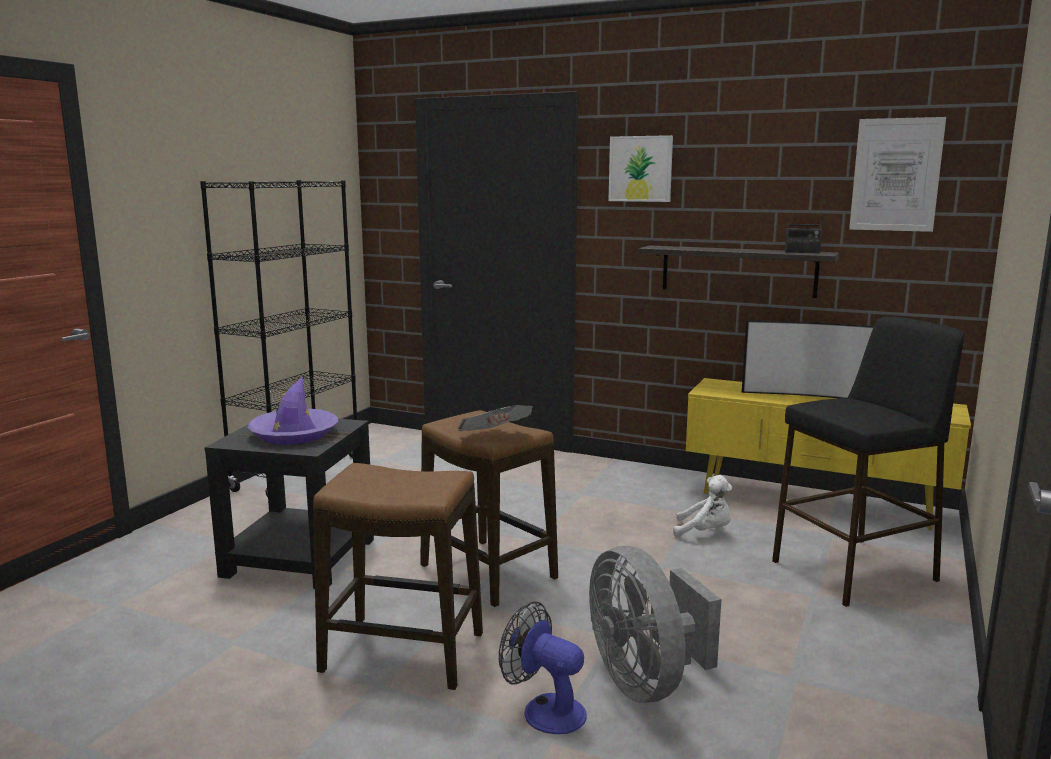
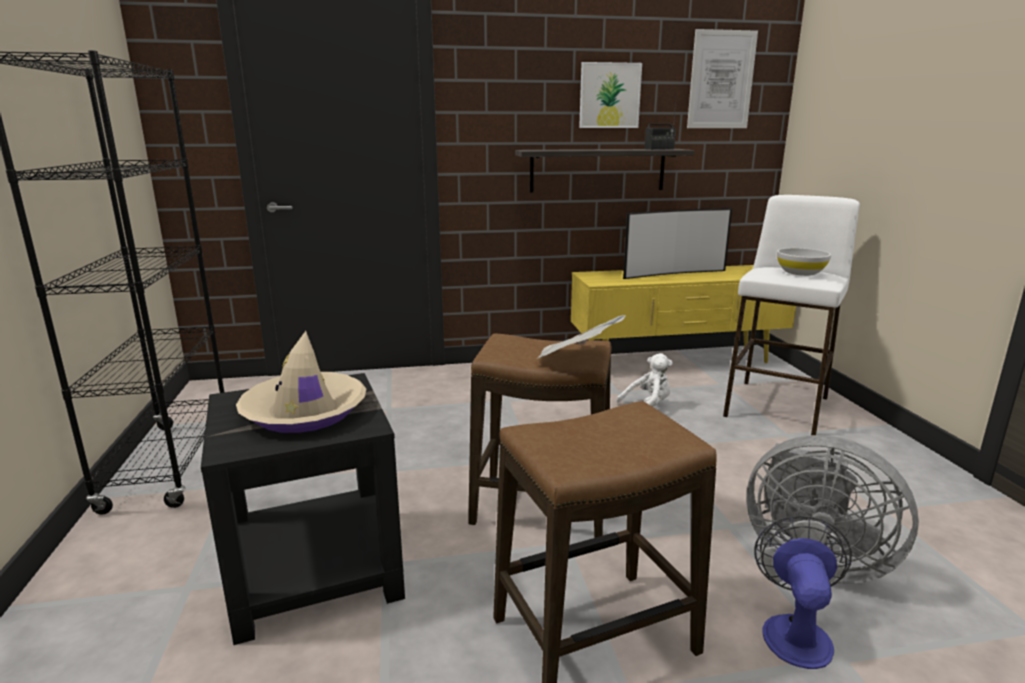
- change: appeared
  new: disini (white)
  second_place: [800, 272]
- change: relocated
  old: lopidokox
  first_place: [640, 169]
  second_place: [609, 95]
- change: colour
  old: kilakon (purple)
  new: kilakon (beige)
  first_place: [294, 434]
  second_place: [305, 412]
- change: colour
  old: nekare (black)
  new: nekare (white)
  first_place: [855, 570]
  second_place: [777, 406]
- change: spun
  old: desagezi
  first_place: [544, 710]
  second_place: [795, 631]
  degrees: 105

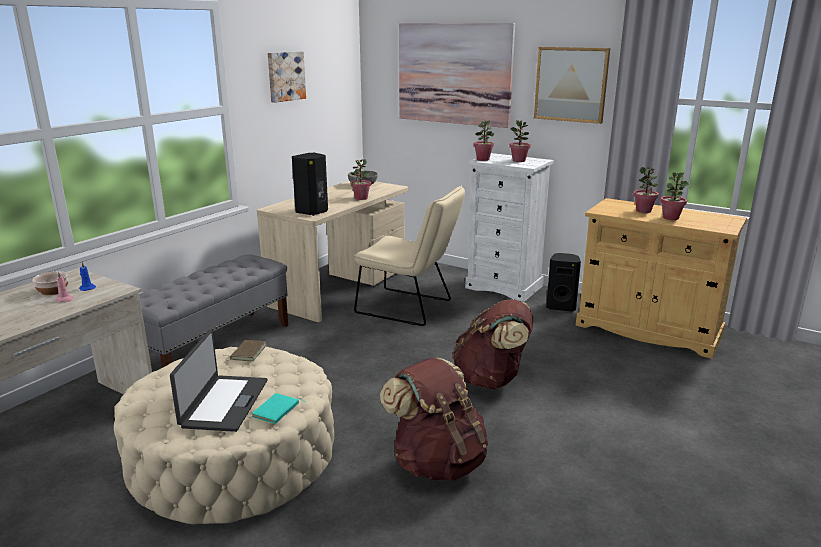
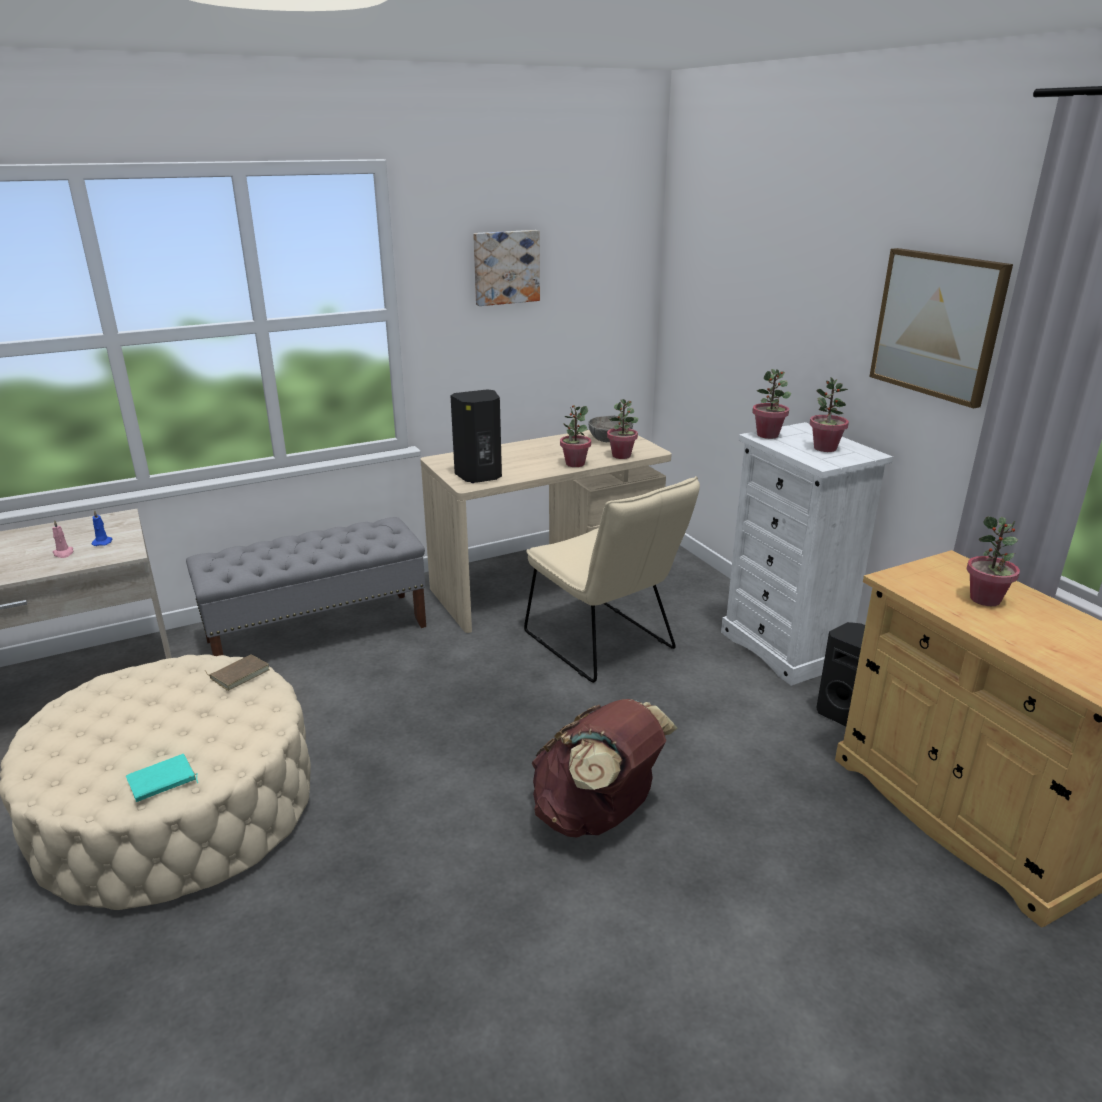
- change: missing
  old: disini
  first_place: [53, 291]
- change: missing
  old: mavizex
  first_place: [223, 403]
- change: missing
  old: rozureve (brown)
  first_place: [437, 462]
- change: missing
  old: lopidokox
  first_place: [454, 74]
- change: relocated
  old: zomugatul
  first_place: [671, 218]
  second_place: [621, 455]

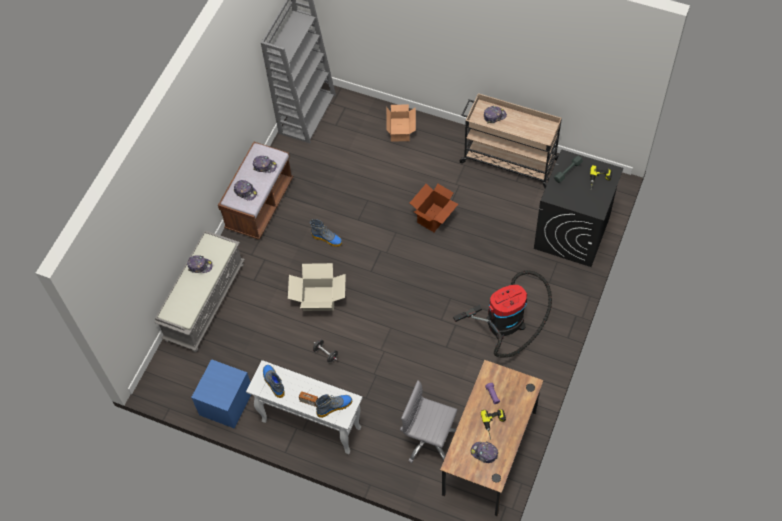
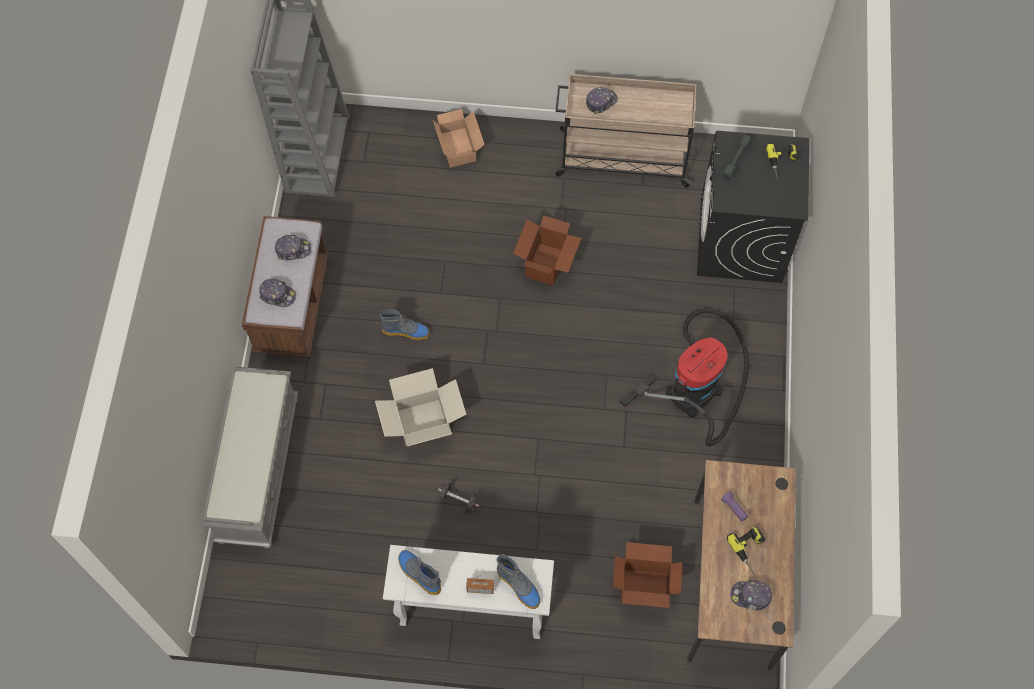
- change: missing
  old: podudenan
  first_place: [200, 266]
- change: missing
  old: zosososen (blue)
  first_place: [226, 403]
- change: exchanged
  old: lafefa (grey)
  new: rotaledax
  first_place: [429, 439]
  second_place: [643, 586]
- change: spun
  old: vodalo
  first_place: [334, 407]
  second_place: [519, 586]
  degrees: 90

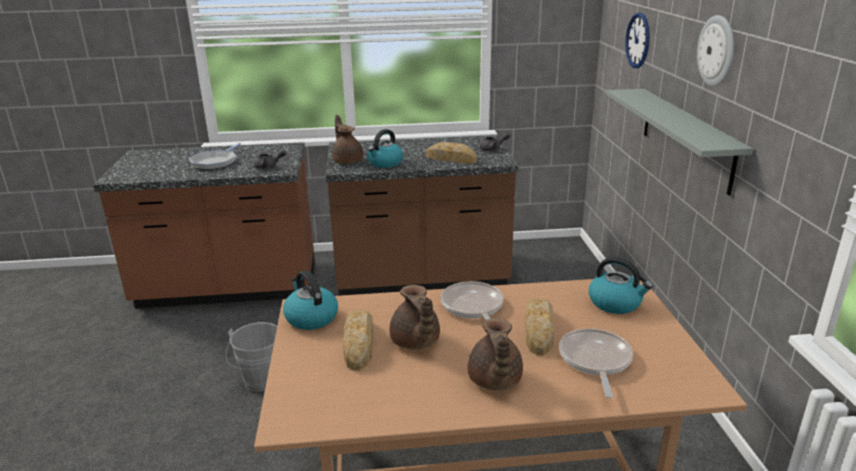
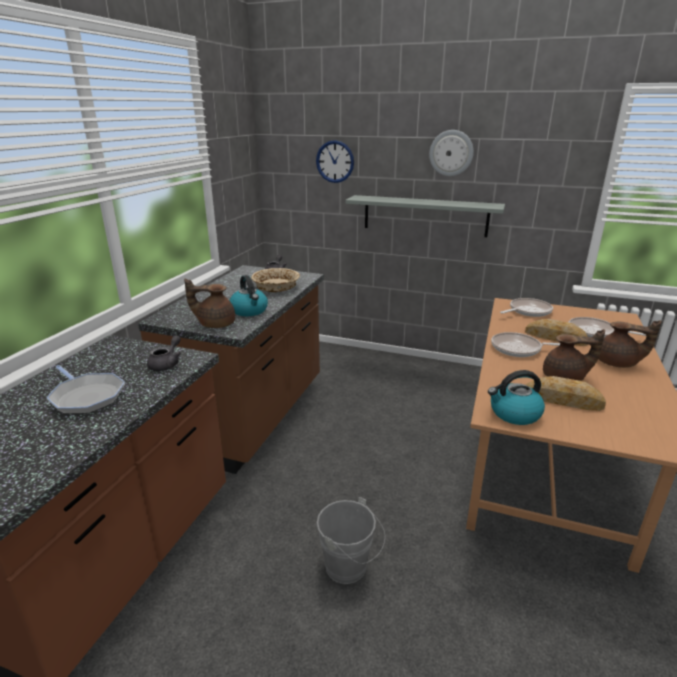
- change: exchanged
  old: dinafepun
  new: disini (beige)
  first_place: [450, 158]
  second_place: [276, 288]
- change: exchanged
  old: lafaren
  new: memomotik
  first_place: [615, 303]
  second_place: [528, 311]

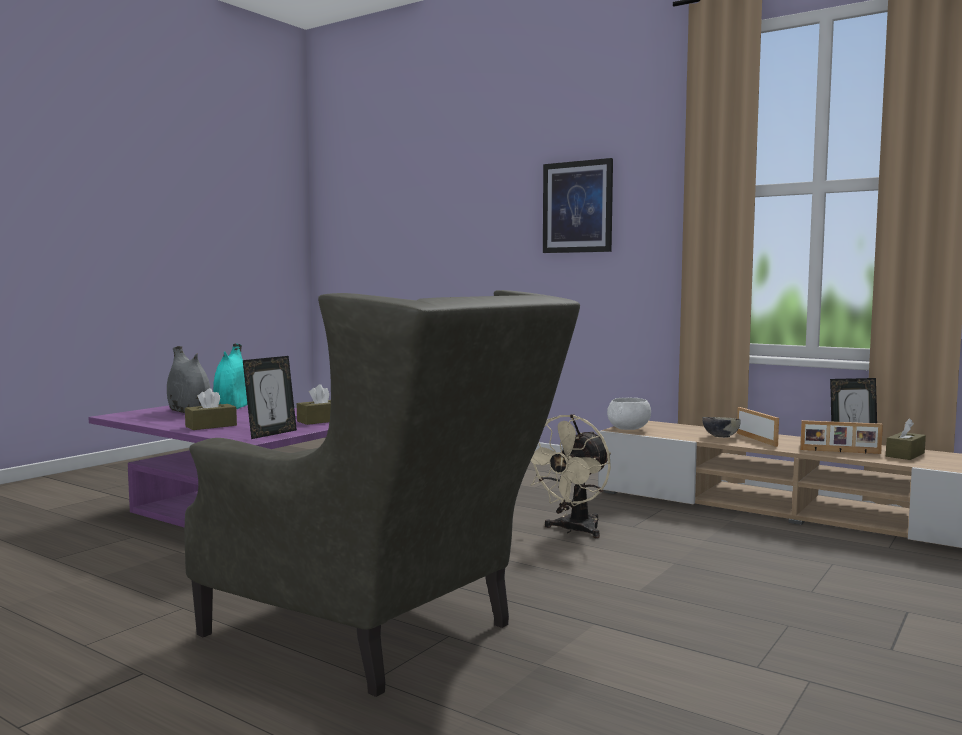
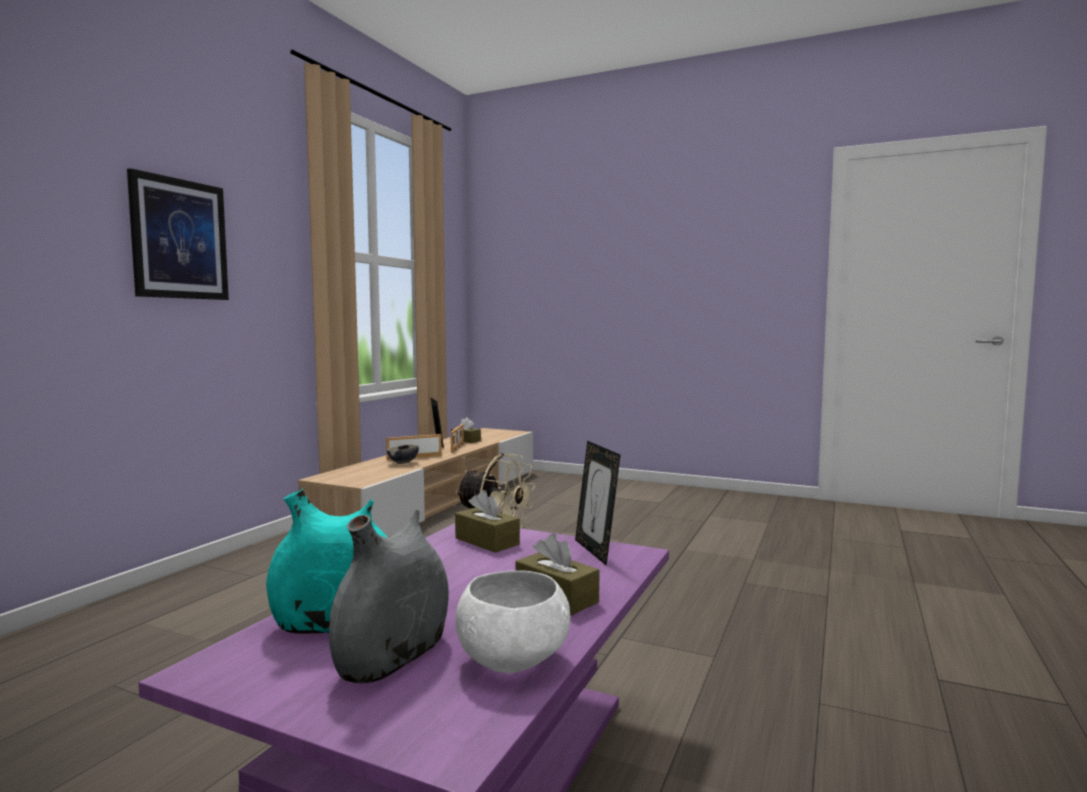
- change: missing
  old: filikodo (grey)
  first_place: [384, 632]
- change: relocated
  old: disini (white)
  first_place: [628, 429]
  second_place: [514, 660]
- change: spun
  old: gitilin
  first_place: [271, 434]
  second_place: [595, 551]
  degrees: -135

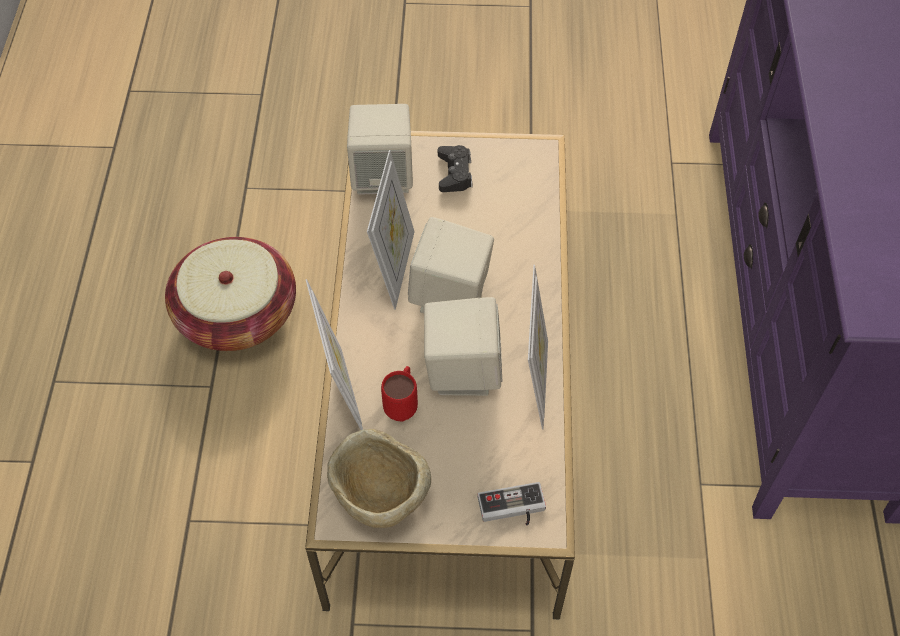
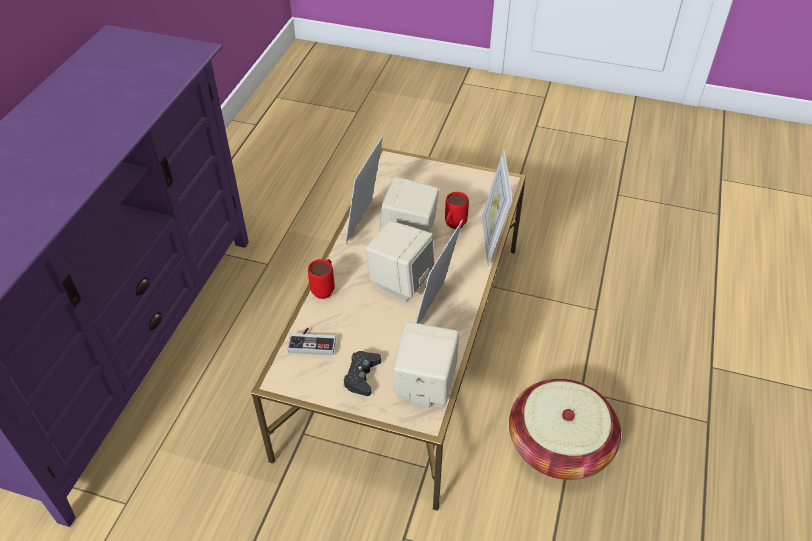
- change: missing
  old: disini (beige)
  first_place: [380, 498]
- change: appeared
  new: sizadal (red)
  second_place: [325, 289]
- change: relocated
  old: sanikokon
  first_place: [512, 510]
  second_place: [313, 342]

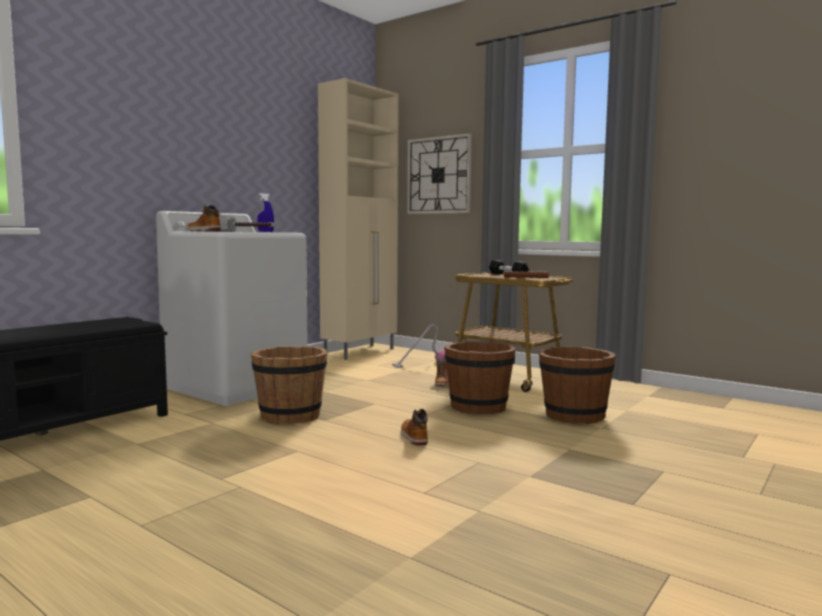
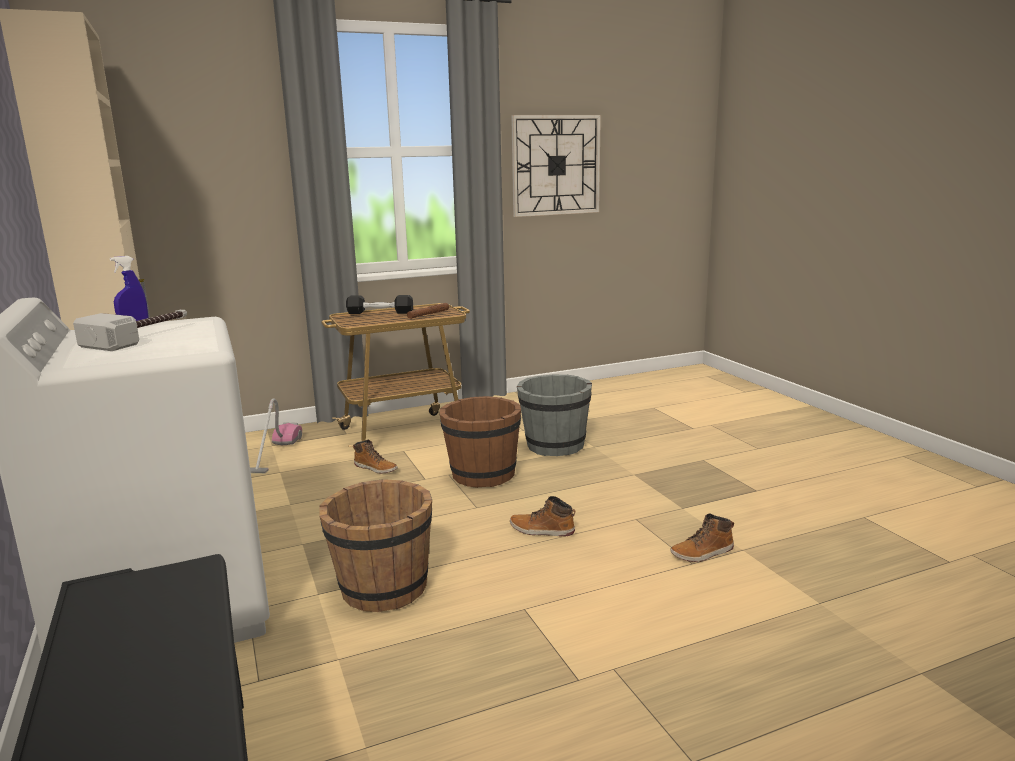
- change: relocated
  old: vodalo
  first_place: [203, 231]
  second_place: [702, 553]
- change: relocated
  old: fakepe
  first_place: [439, 175]
  second_place: [556, 165]
- change: colour
  old: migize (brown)
  new: migize (grey)
  first_place: [573, 416]
  second_place: [554, 446]

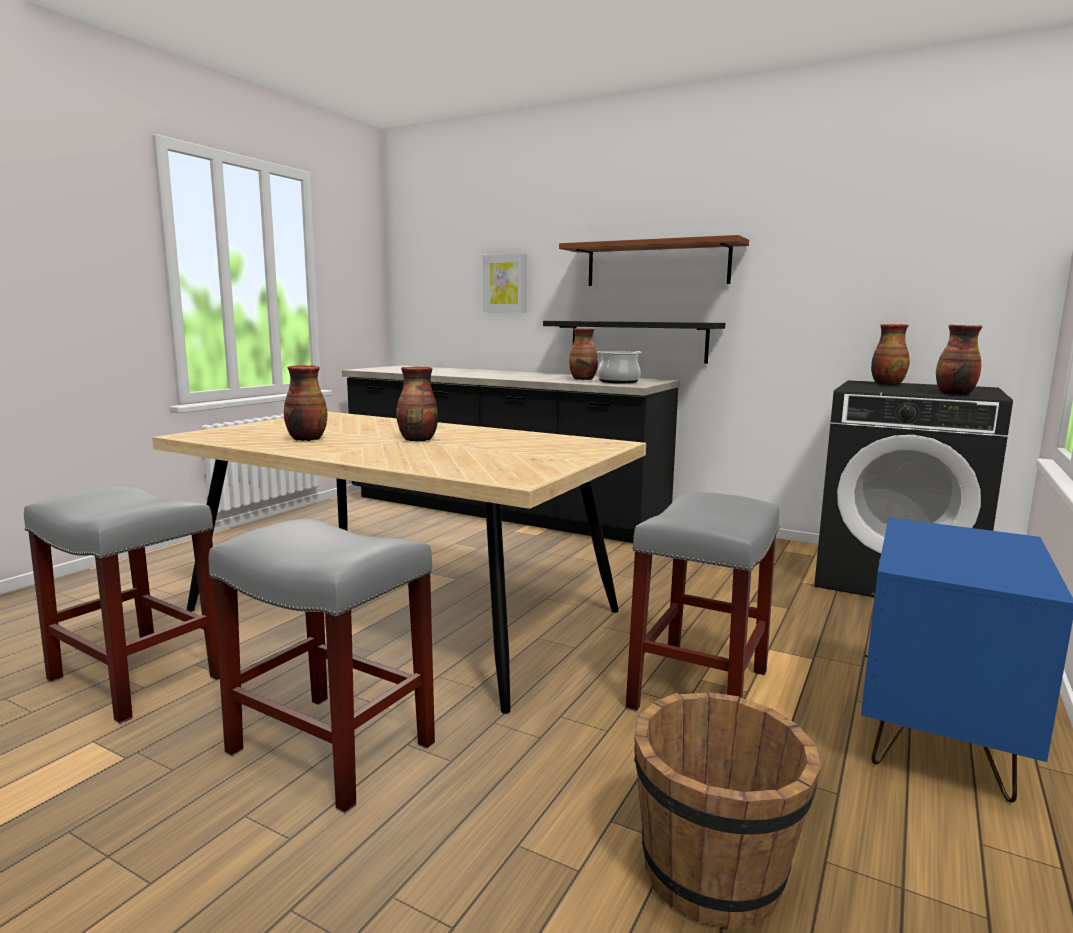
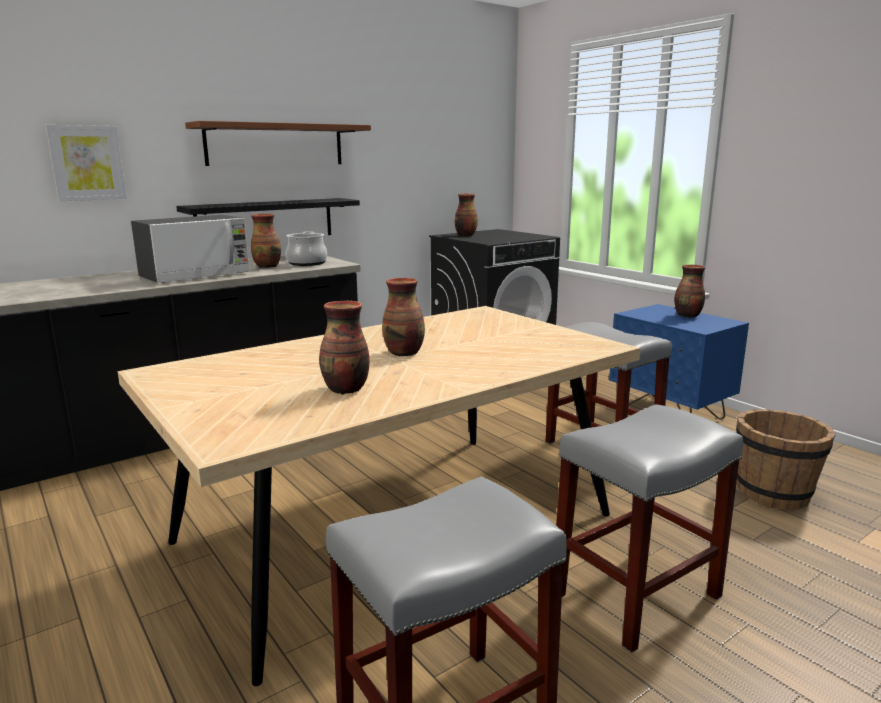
- change: appeared
  new: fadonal
  second_place: [196, 275]
- change: relocated
  old: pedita
  first_place: [954, 394]
  second_place: [687, 316]

